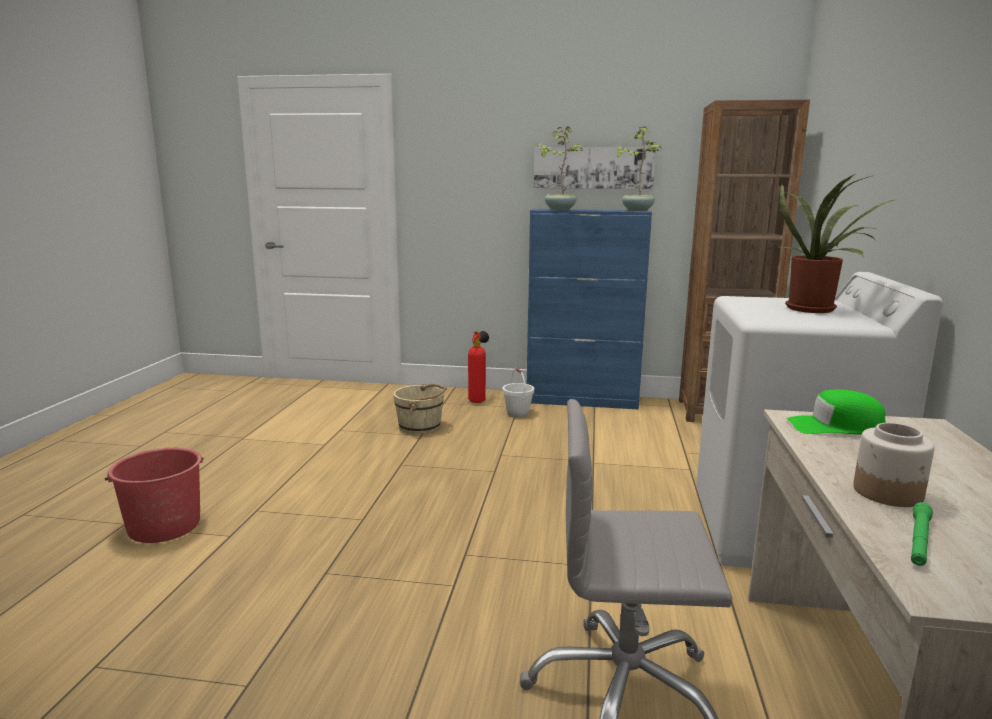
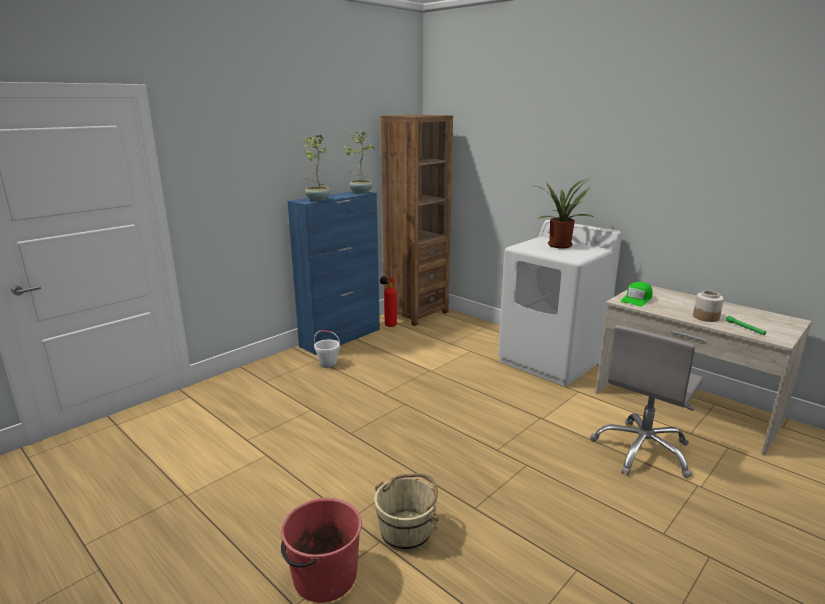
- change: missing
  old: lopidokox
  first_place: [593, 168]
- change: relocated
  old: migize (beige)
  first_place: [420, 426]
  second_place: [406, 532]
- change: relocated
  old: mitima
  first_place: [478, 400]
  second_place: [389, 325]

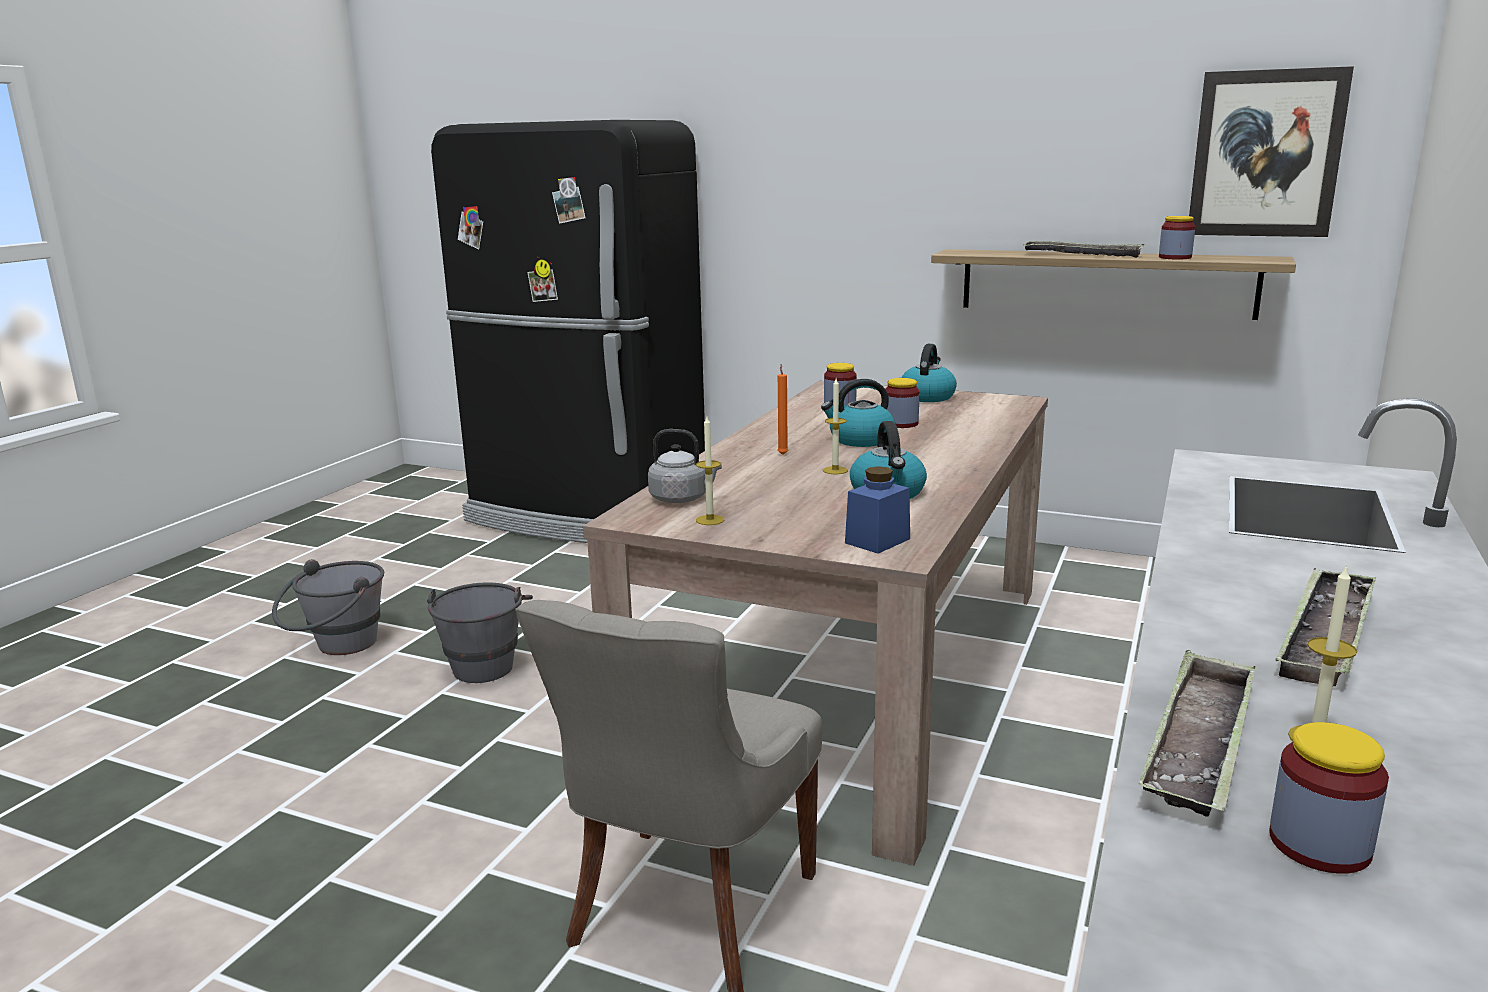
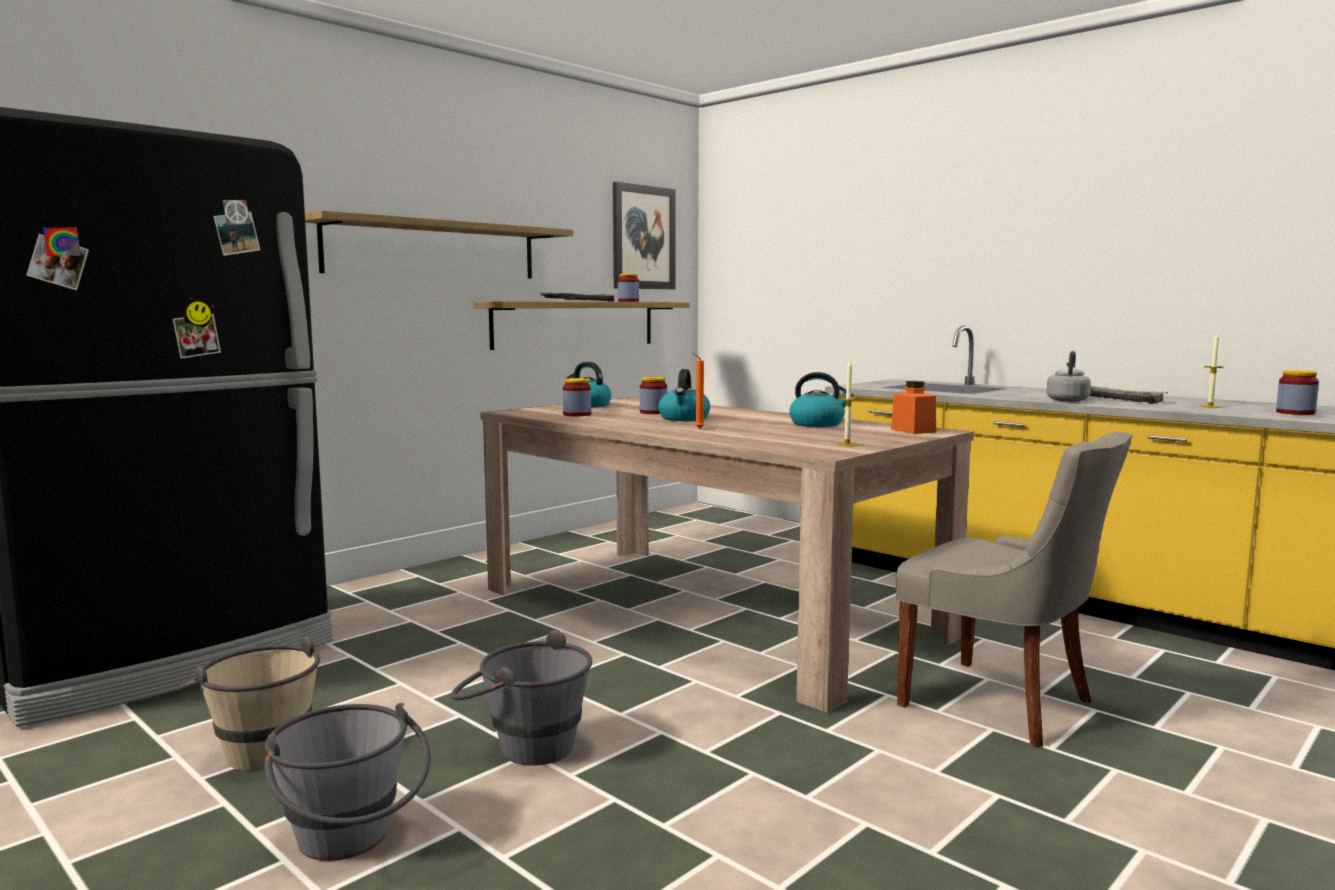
- change: missing
  old: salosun
  first_place: [835, 470]
- change: missing
  old: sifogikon
  first_place: [1200, 743]
- change: appeared
  new: migize (beige)
  second_place: [257, 747]
- change: appeared
  new: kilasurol
  second_place: [434, 250]
- change: relocated
  old: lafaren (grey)
  first_place: [682, 499]
  second_place: [1067, 400]
- change: colour
  old: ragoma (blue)
  new: ragoma (orange)
  first_place: [877, 541]
  second_place: [913, 431]

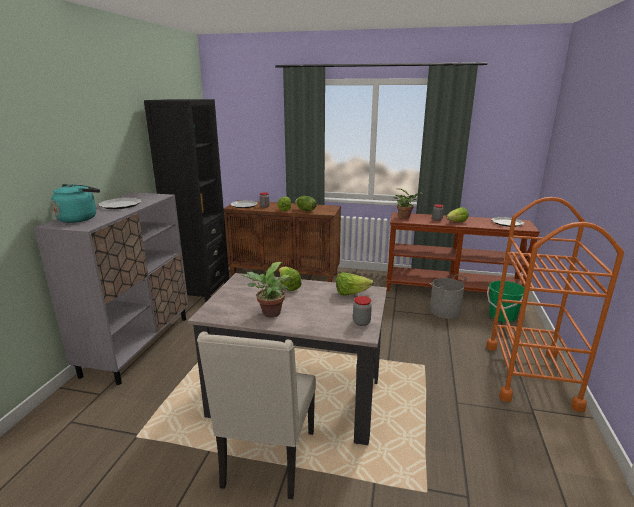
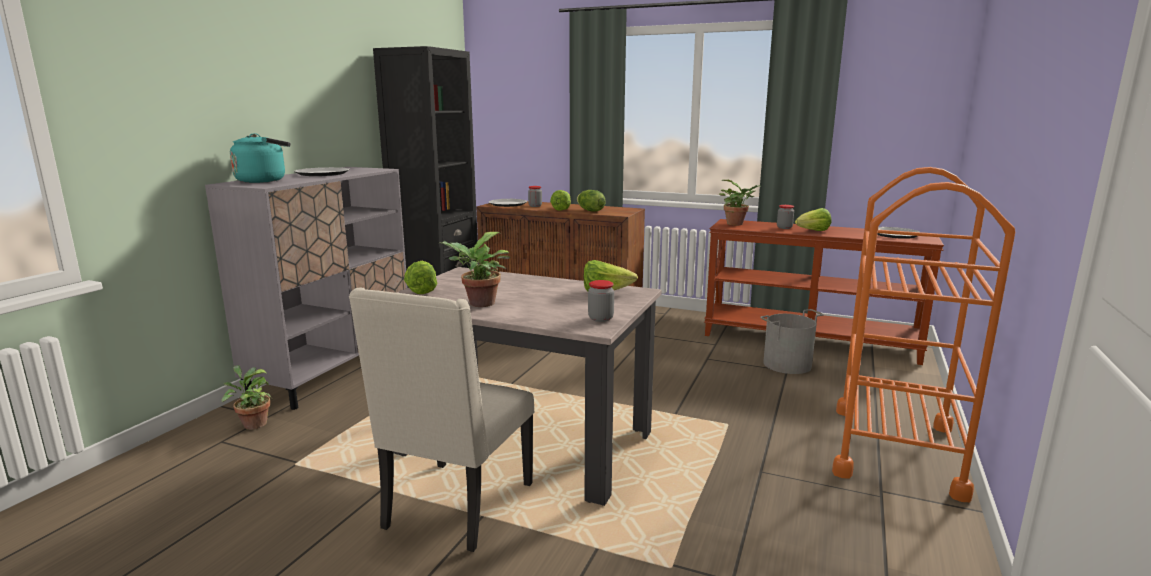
- change: missing
  old: migize (green)
  first_place: [502, 316]
- change: appeared
  new: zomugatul
  second_place: [253, 424]
- change: relocated
  old: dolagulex
  first_place: [288, 286]
  second_place: [421, 290]

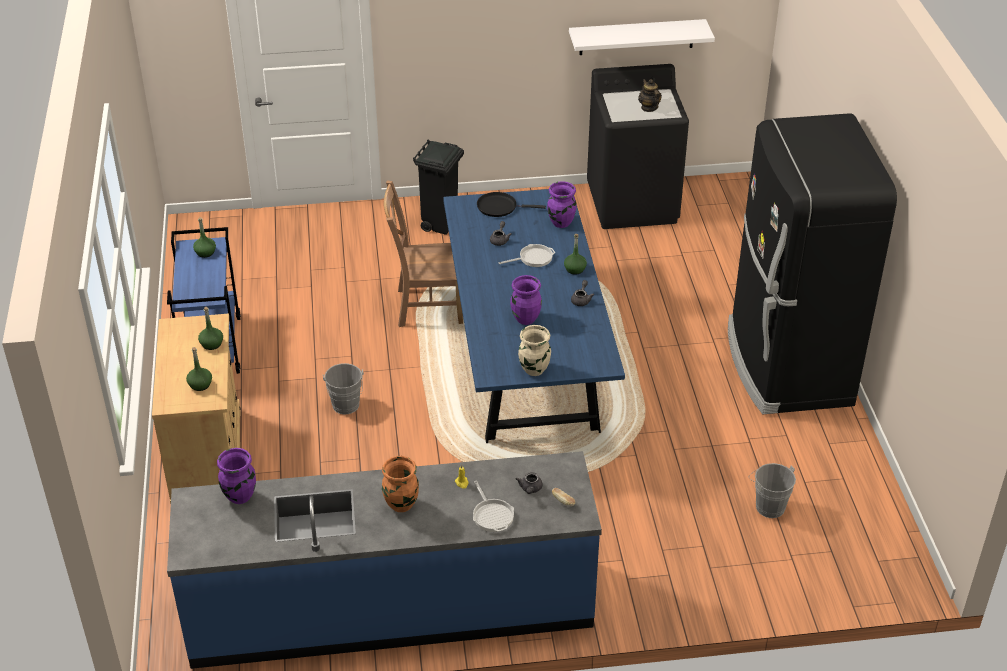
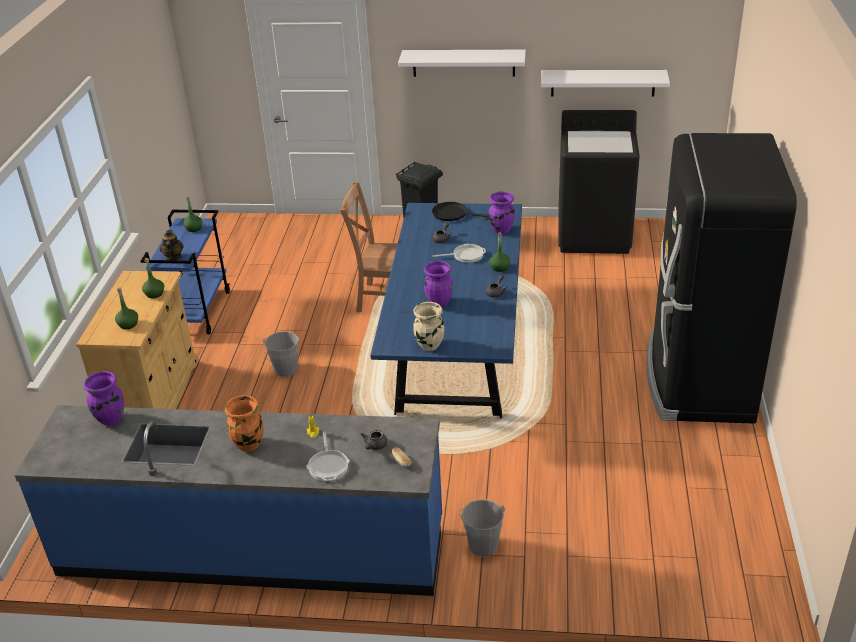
- change: appeared
  new: kilasurol (white)
  second_place: [463, 63]
- change: relocated
  old: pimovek
  first_place: [649, 108]
  second_place: [173, 257]
- change: relocated
  old: migize (grey)
  first_place: [768, 505]
  second_place: [482, 542]

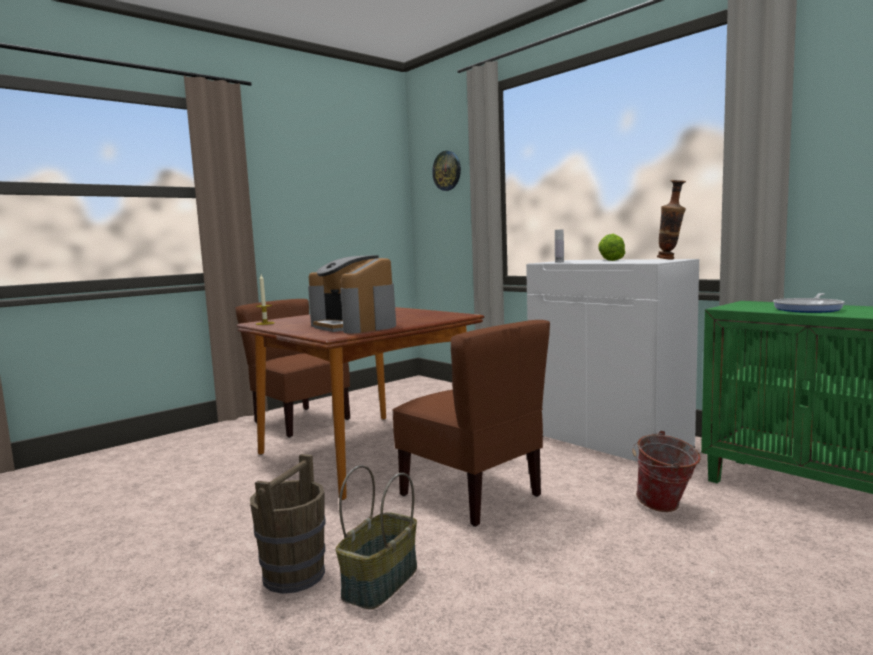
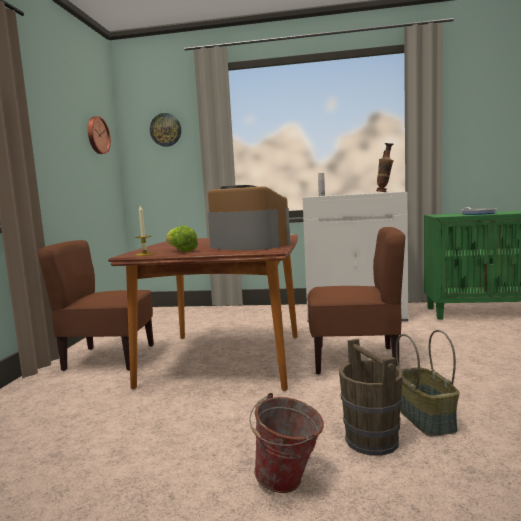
- change: appeared
  new: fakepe
  second_place: [97, 135]
- change: relocated
  old: dolagulex
  first_place: [609, 260]
  second_place: [181, 251]
- change: relocated
  old: migize
  first_place: [664, 508]
  second_place: [289, 484]
- change: spun
  old: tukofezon
  first_place: [355, 326]
  second_place: [247, 246]
  degrees: -150

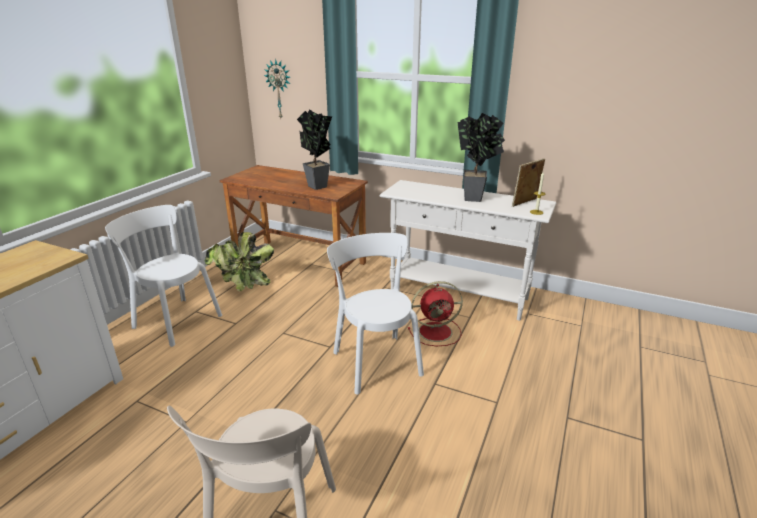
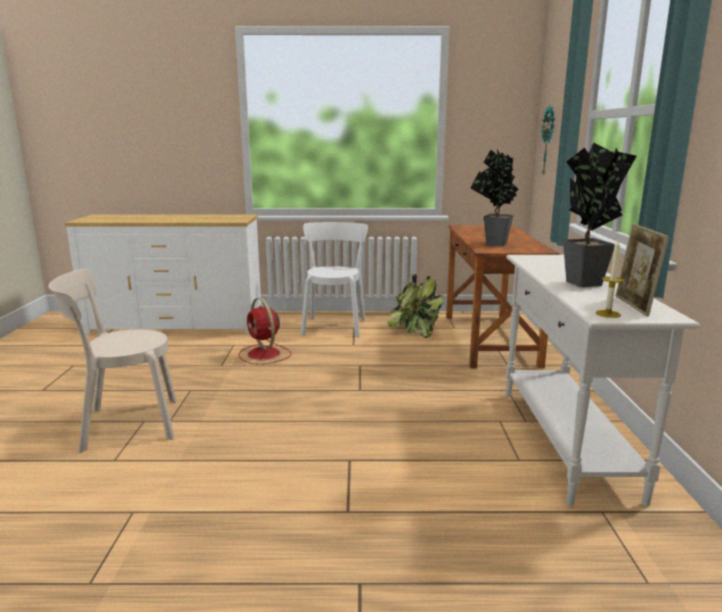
- change: missing
  old: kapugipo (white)
  first_place: [375, 360]
- change: relocated
  old: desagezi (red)
  first_place: [436, 331]
  second_place: [264, 354]
- change: spun
  old: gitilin
  first_place: [525, 203]
  second_place: [634, 306]
  degrees: -120

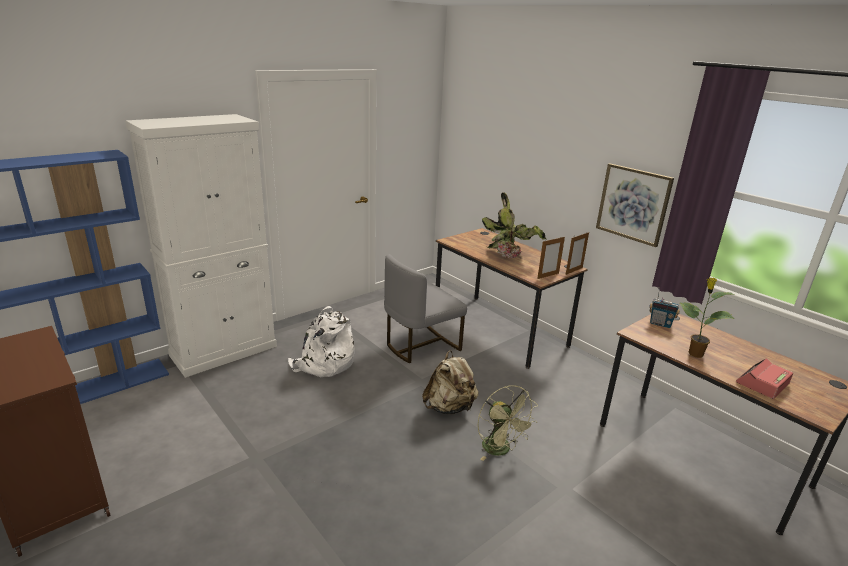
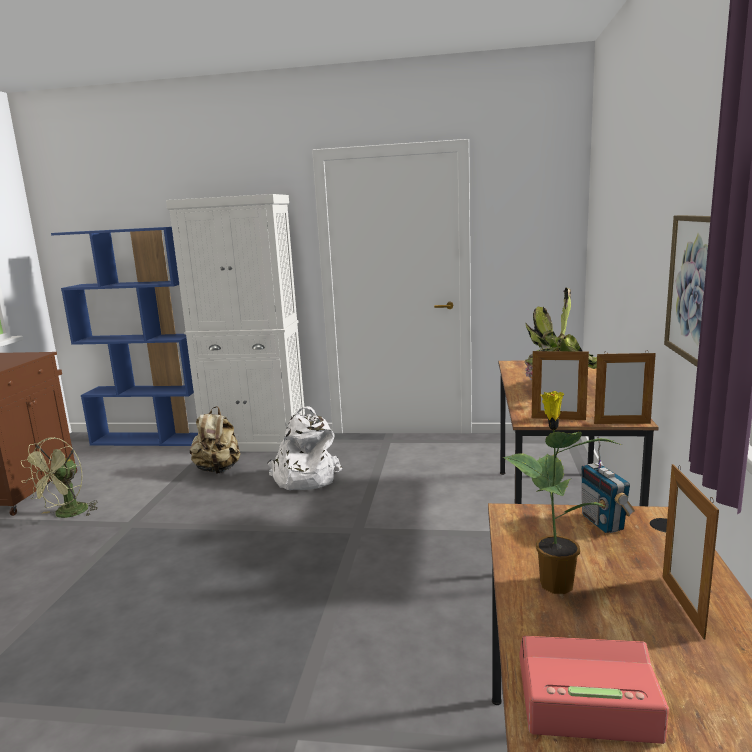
- change: missing
  old: kapugipo (grey)
  first_place: [420, 345]
- change: appeared
  new: gitilin
  second_place: [682, 605]
- change: relocated
  old: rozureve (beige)
  first_place: [449, 407]
  second_place: [218, 470]
- change: relocated
  old: desagezi (green)
  first_place: [501, 450]
  second_place: [67, 515]

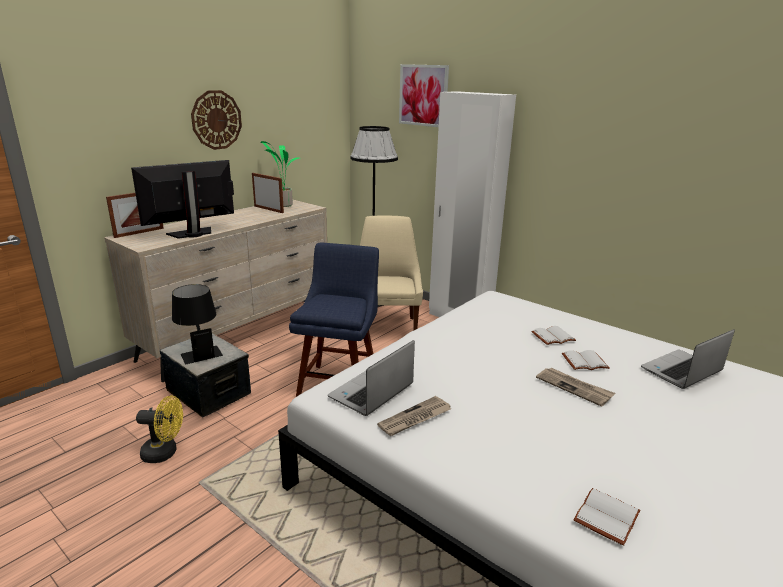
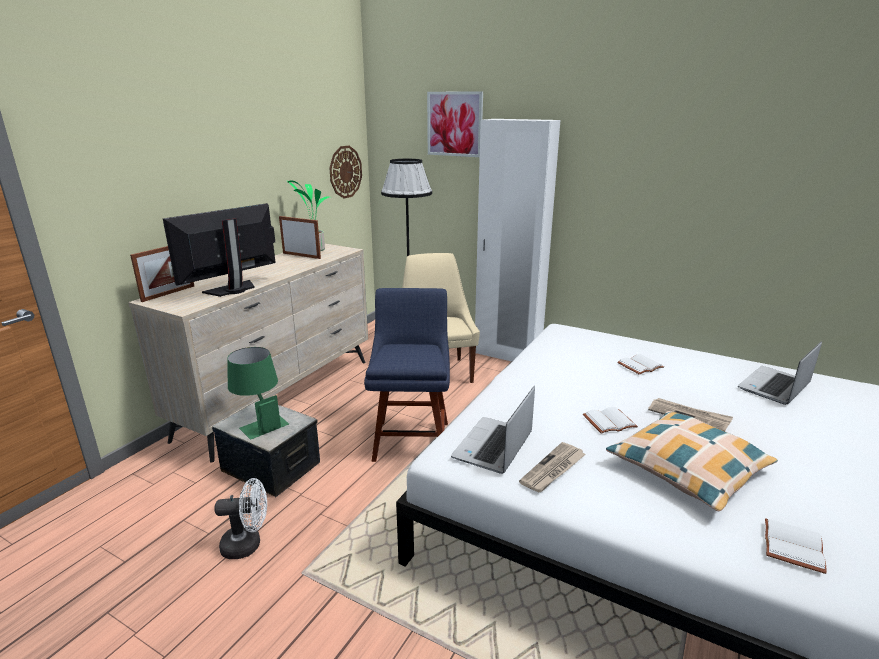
- change: appeared
  new: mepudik
  second_place: [687, 468]
- change: relocated
  old: fakepe
  first_place: [216, 120]
  second_place: [345, 172]
- change: relocated
  old: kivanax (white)
  first_place: [585, 361]
  second_place: [609, 421]
- change: colour
  old: desagezi (yellow)
  new: desagezi (white)
  first_place: [165, 453]
  second_place: [248, 544]
- change: colour
  old: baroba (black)
  new: baroba (green)
  first_place: [199, 351]
  second_place: [259, 422]

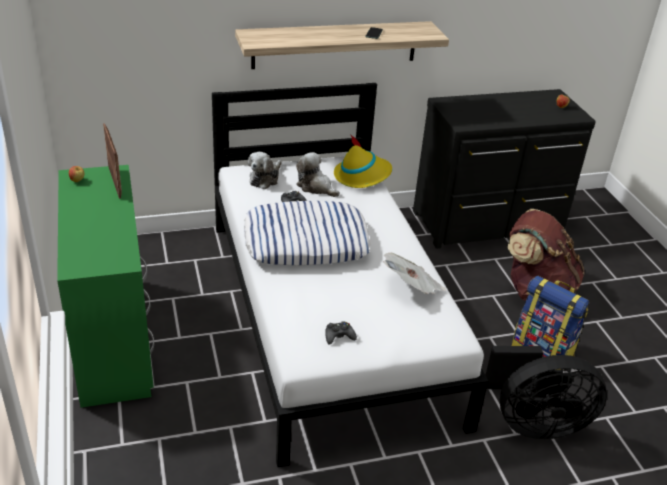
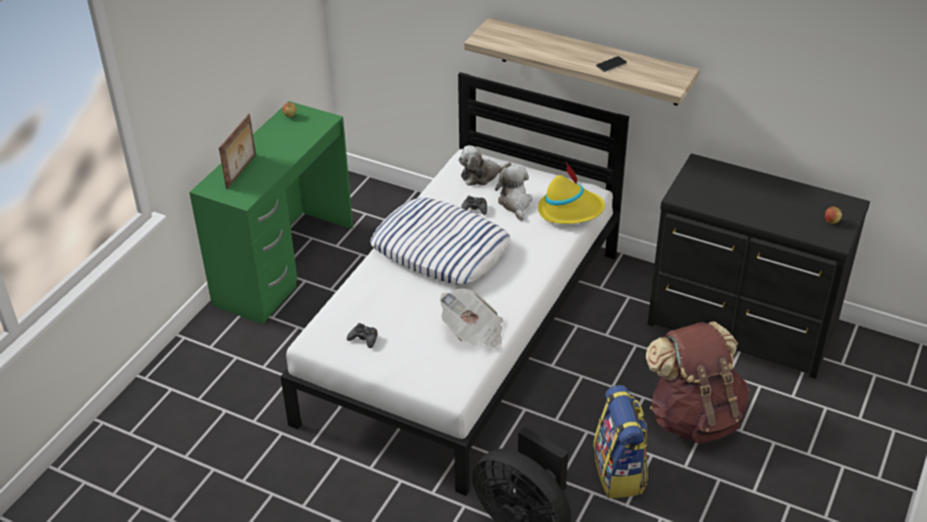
- change: relocated
  old: gitilin
  first_place: [115, 182]
  second_place: [242, 171]

